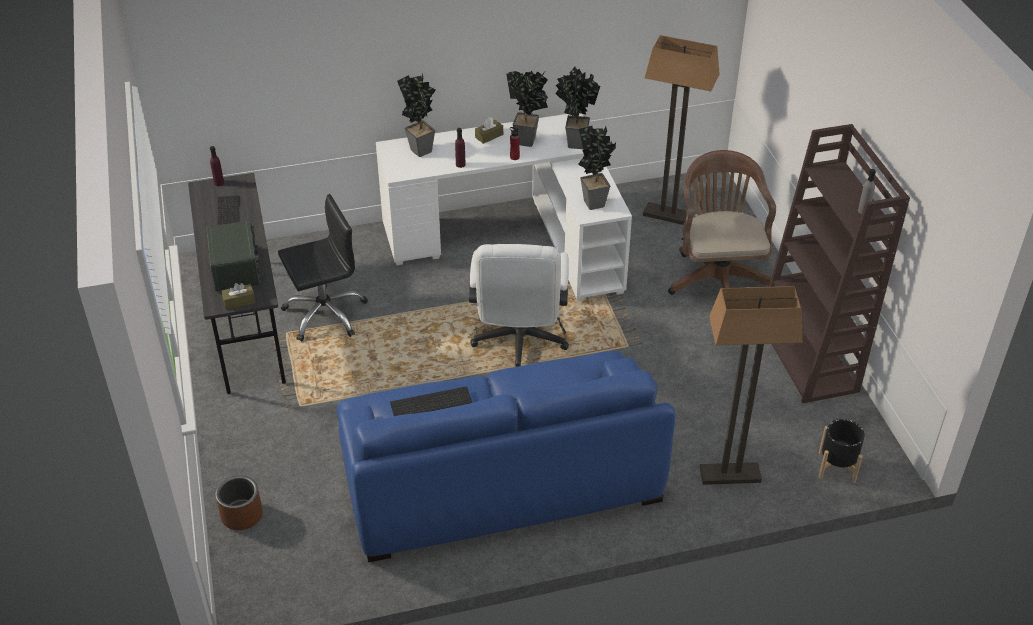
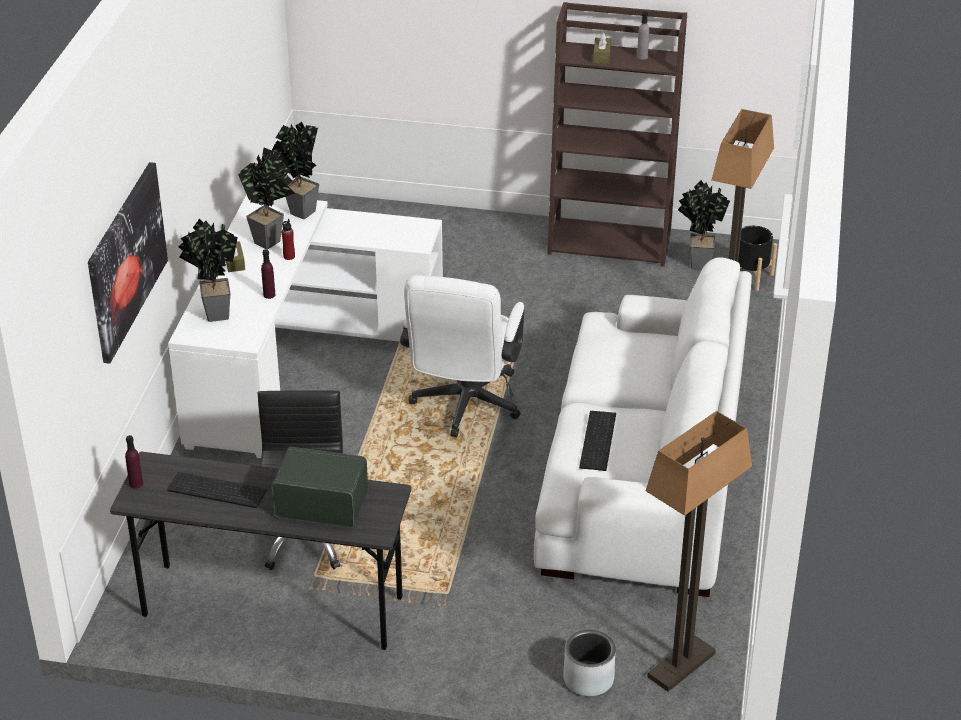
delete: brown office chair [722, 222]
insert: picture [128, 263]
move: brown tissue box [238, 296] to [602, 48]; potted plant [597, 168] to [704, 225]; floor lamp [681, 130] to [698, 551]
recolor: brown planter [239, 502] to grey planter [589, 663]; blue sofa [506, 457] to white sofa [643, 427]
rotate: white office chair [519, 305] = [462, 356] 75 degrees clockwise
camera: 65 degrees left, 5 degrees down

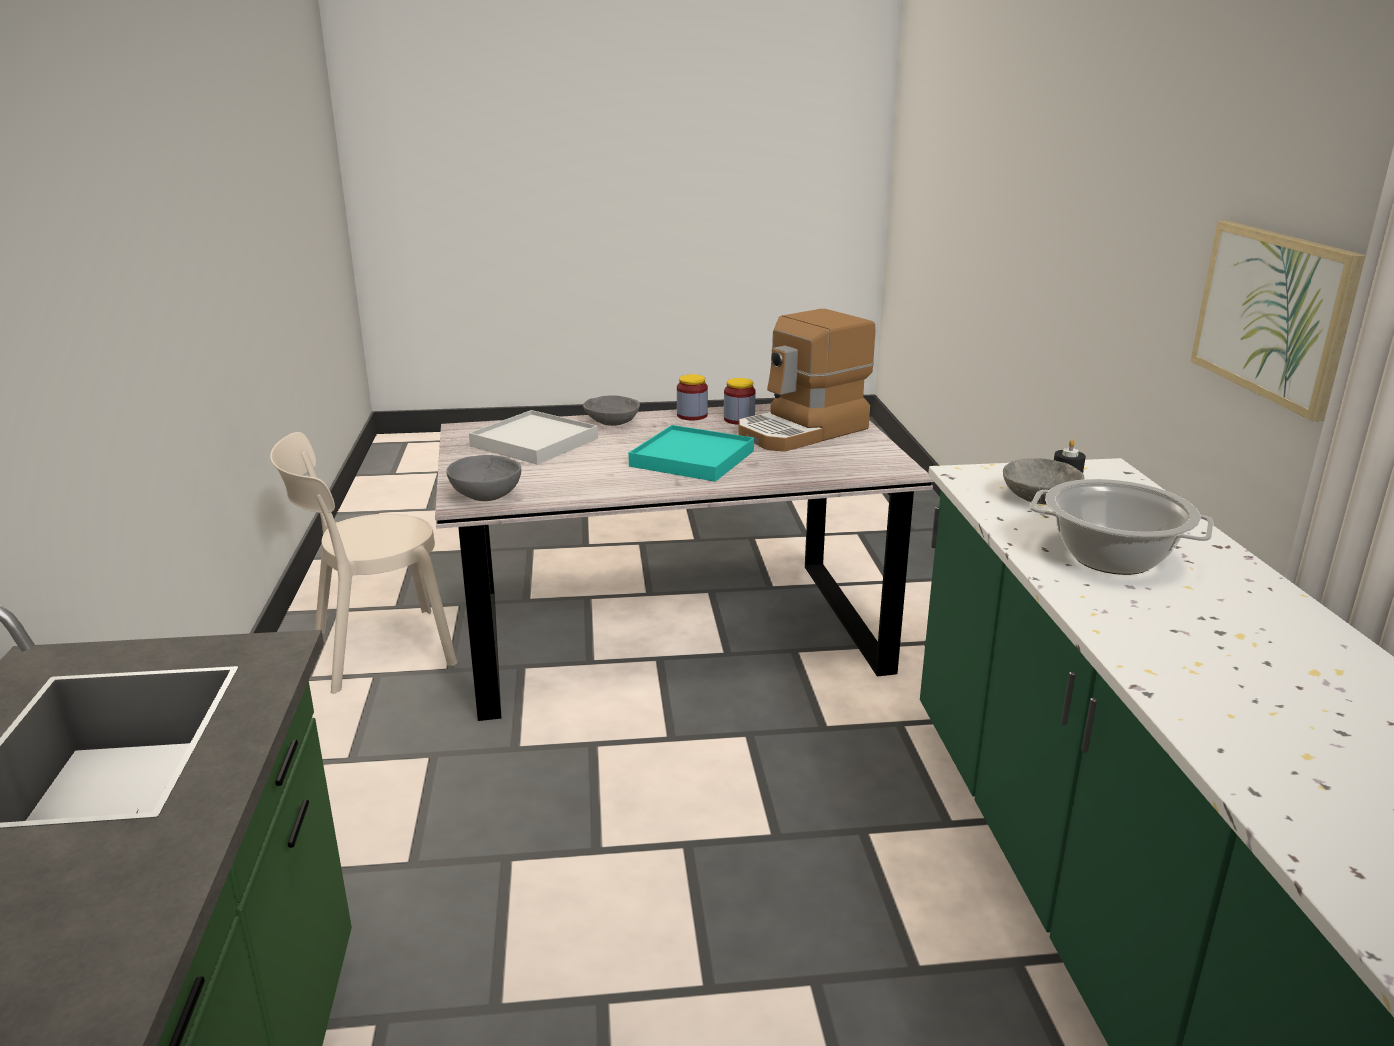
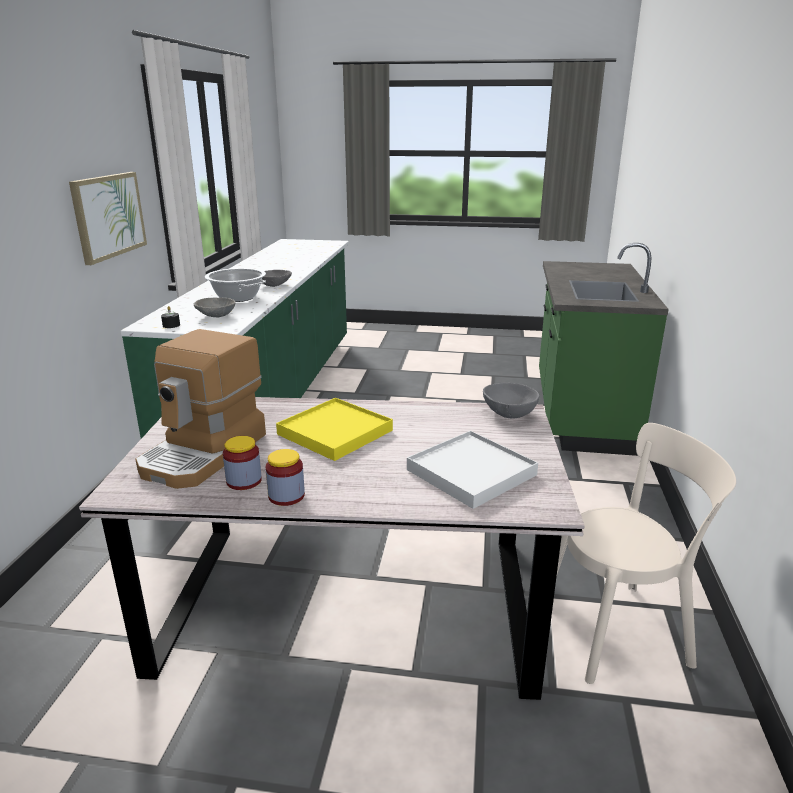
move: grey bowl [611, 410] to [276, 278]
recolor: turquoise tray [691, 453] to yellow tray [334, 429]
rotate: coffee machine [807, 380] = [200, 409] 135 degrees clockwise
camera: 165 degrees left, 0 degrees up

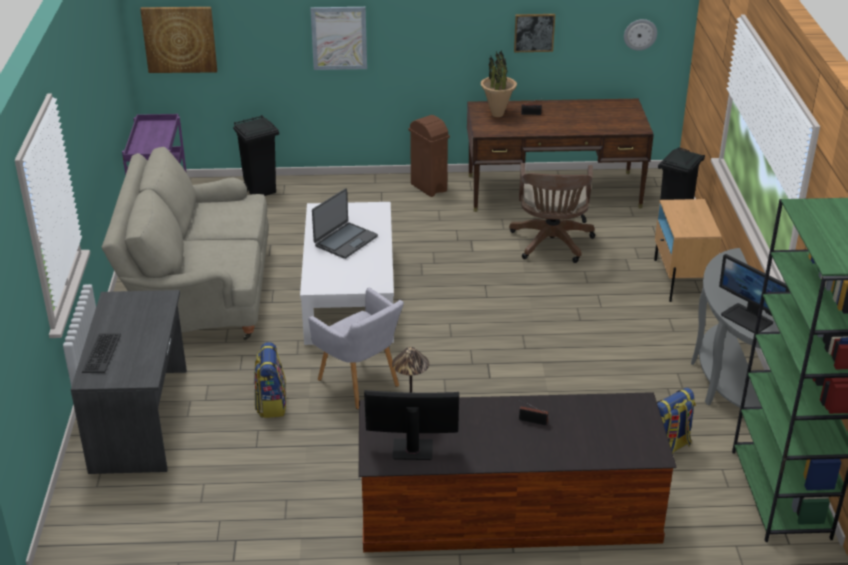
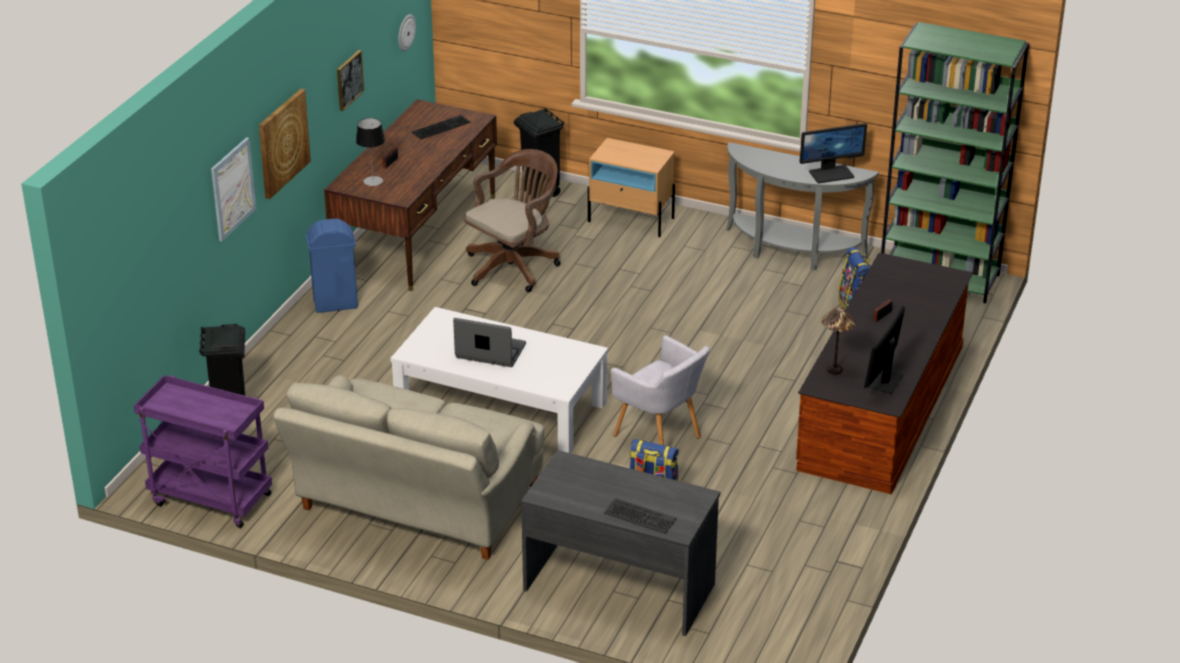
insert: keyboard [441, 127]
move: picture [178, 40] to [285, 144]
replace: potted plant [499, 84] to table lamp [370, 152]
recolor: brown trash can [429, 156] to blue trash can [332, 265]
rotate: grey armchair [356, 348] = [660, 390] 60 degrees clockwise; laptop [345, 223] = [489, 342] 45 degrees counterclockwise; brown office chair [552, 213] = [512, 220] 75 degrees counterclockwise
camera: 65 degrees left, 0 degrees up

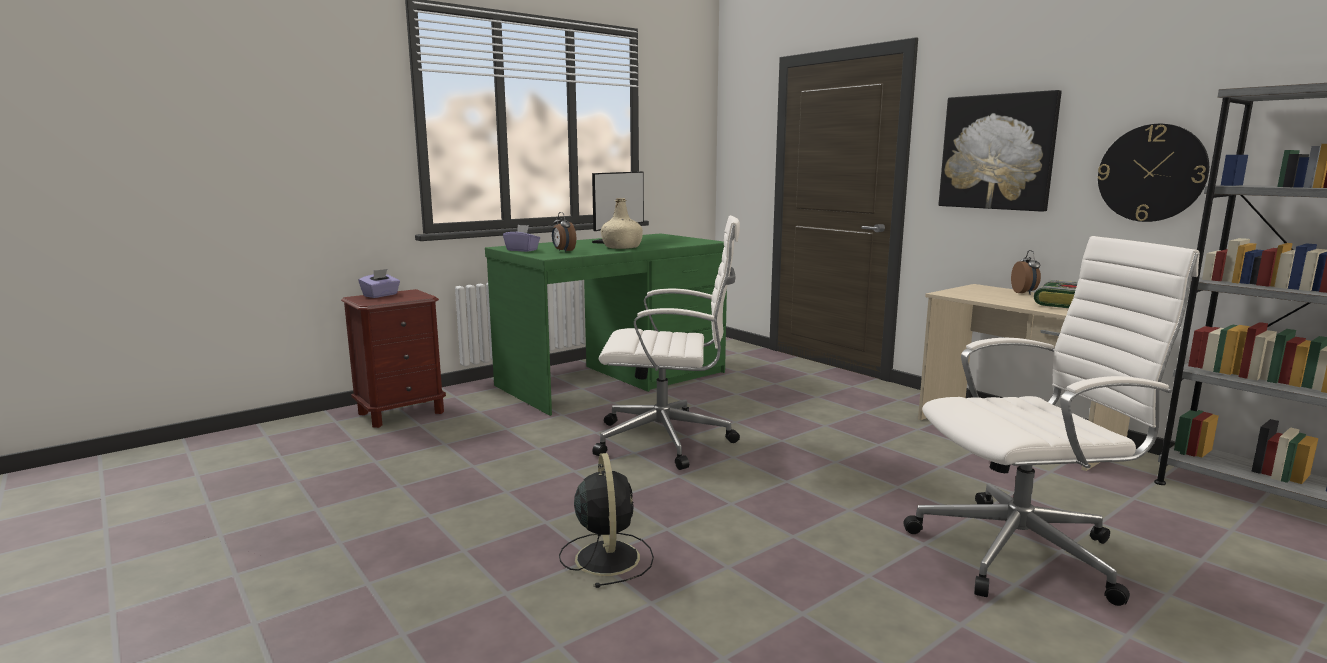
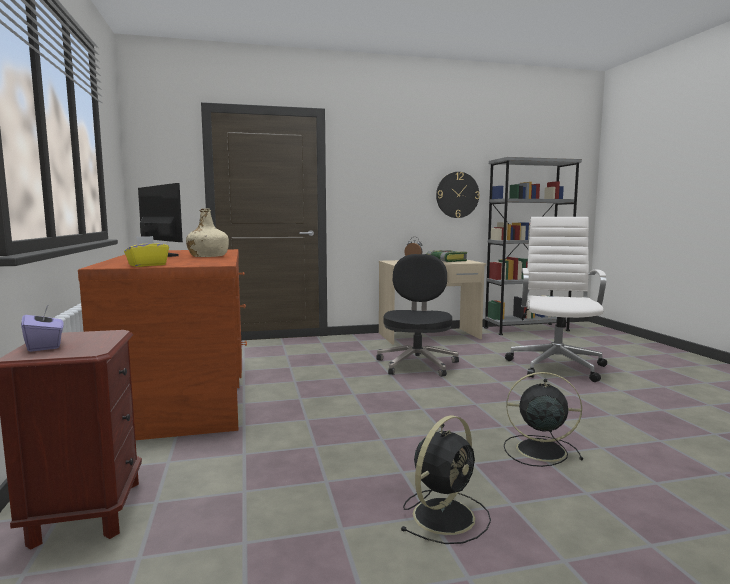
delete: alarm clock [564, 232]; white office chair [666, 342]; picture [1000, 151]
insert: black office chair [417, 315]; black fan [445, 479]
recolor: green desk [606, 324] to brown desk [162, 344]; purple tissue box [521, 238] to yellow tissue box [146, 251]
camera: 65 degrees left, 5 degrees down

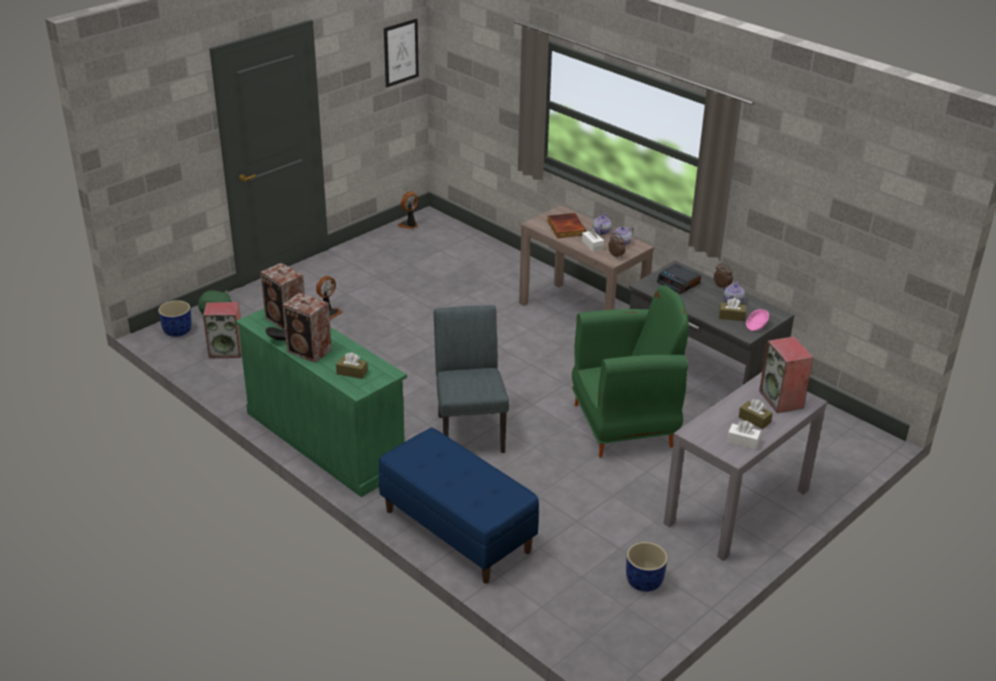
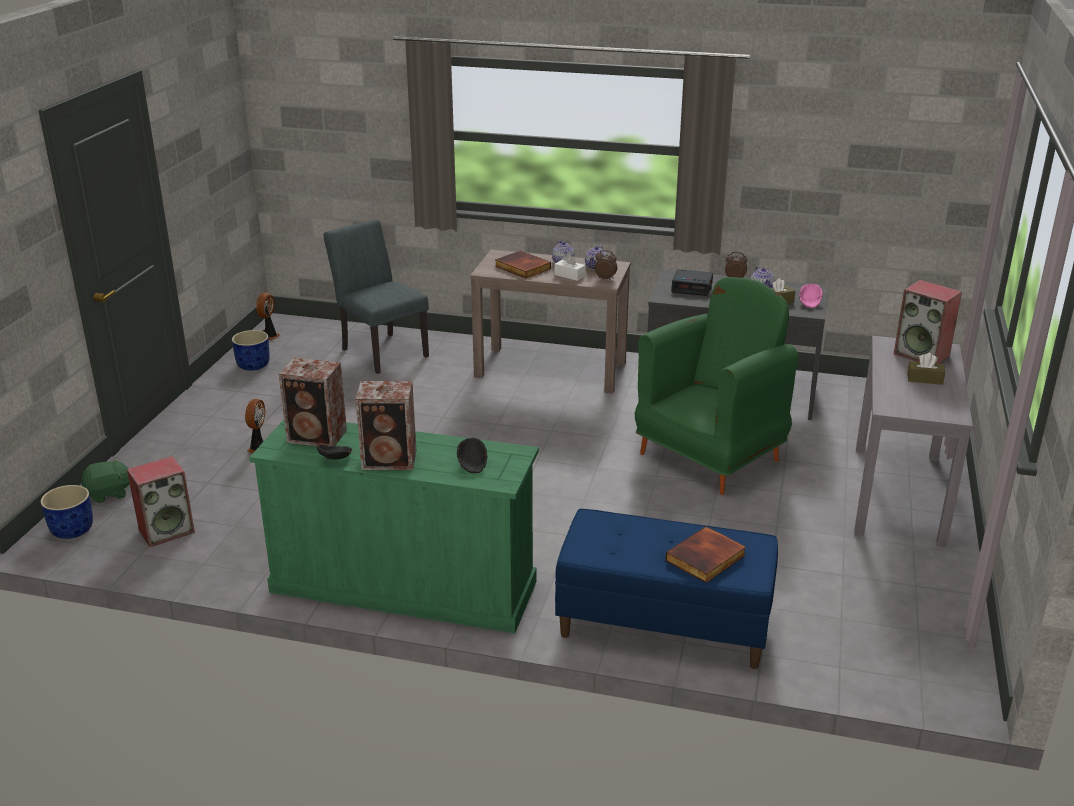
delete: picture [401, 52]; white tissue box [744, 435]
insert: book [706, 554]
move: grey chair [471, 379] to [376, 296]; blue planter [647, 567] to [251, 350]
replace: brown tissue box [352, 365] to black bowl [472, 455]
camera: 30 degrees left, 5 degrees down

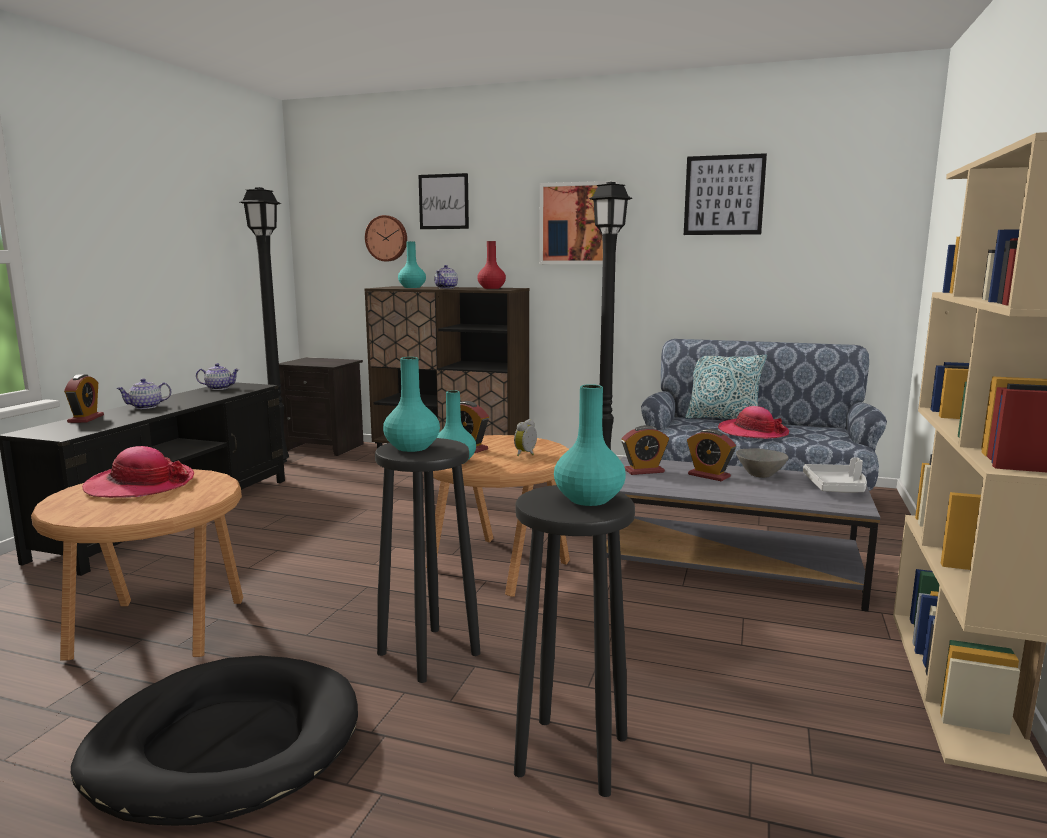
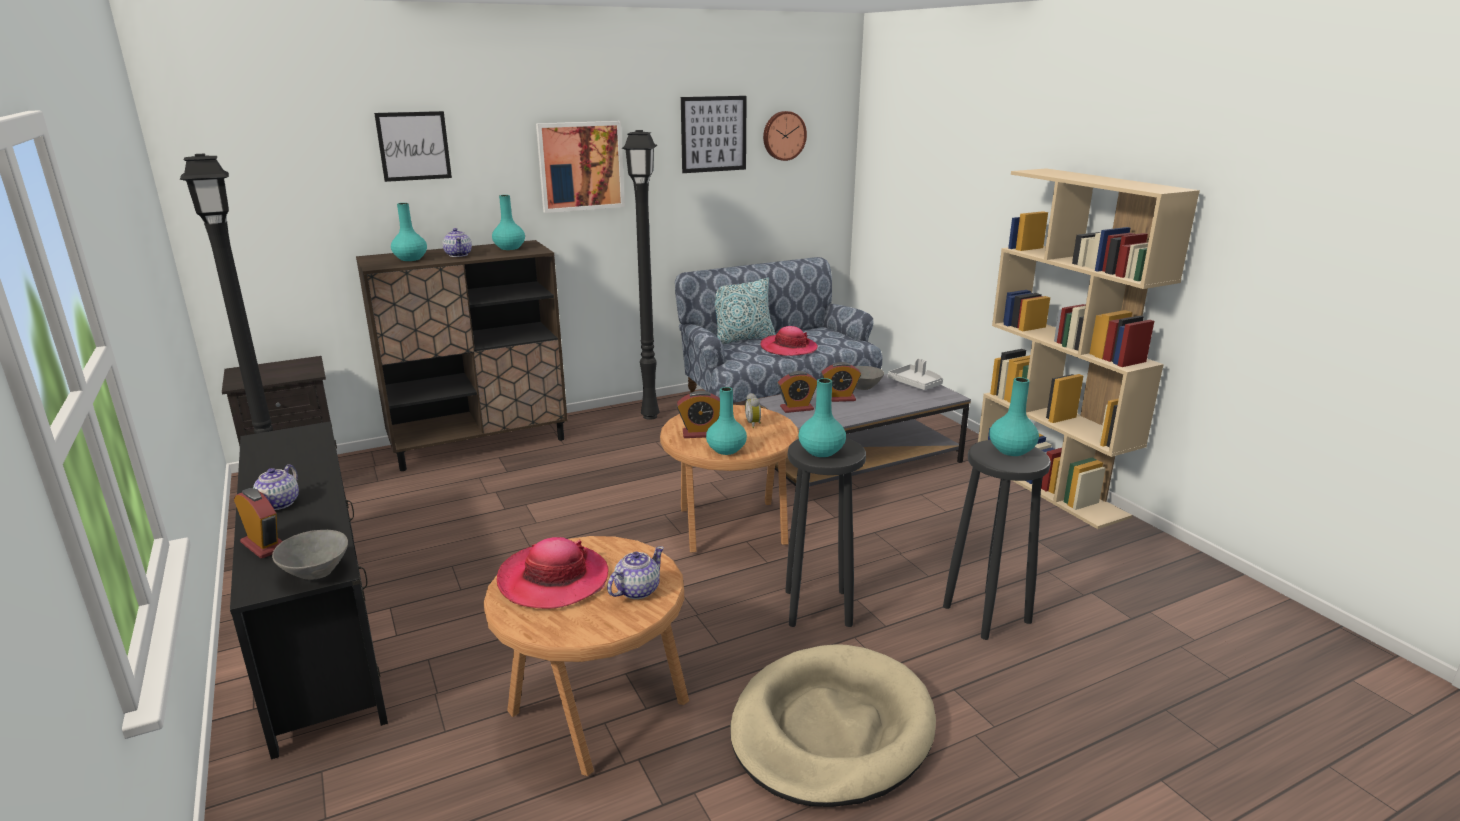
insert: grey bowl [310, 555]
move: teapot [218, 376] to [635, 572]; wall clock [386, 238] to [785, 136]
recolor: black dog bed [214, 741] to beige dog bed [833, 725]; red vase [491, 265] to turquoise vase [508, 222]
rotate: alarm clock [645, 450] = [797, 392] 45 degrees clockwise
camera: 45 degrees left, 10 degrees up

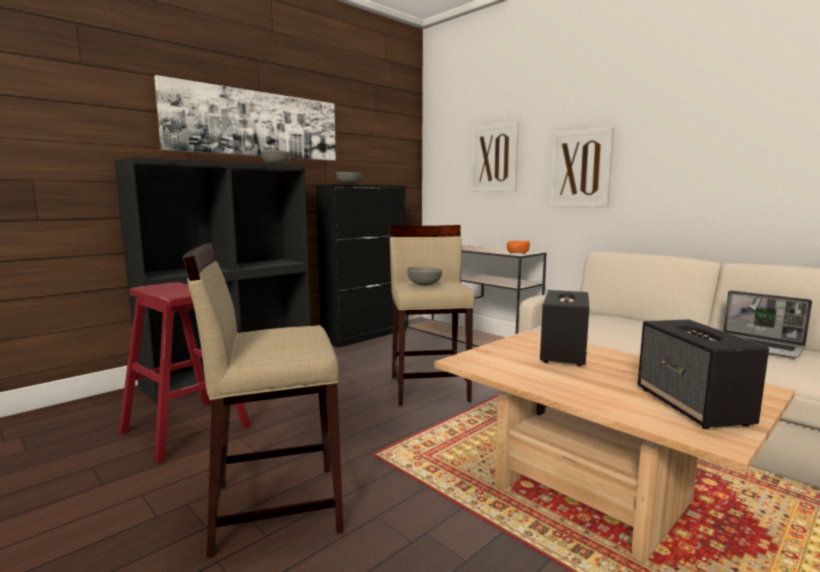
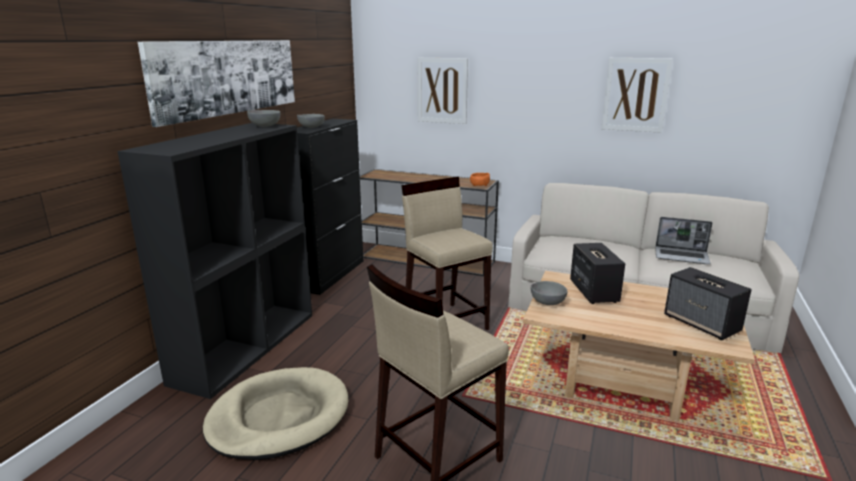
move: grey bowl [424, 276] to [549, 293]; picture [582, 167] to [637, 95]
replace: red stool [185, 372] to beige dog bed [275, 413]
camera: 25 degrees left, 10 degrees up

